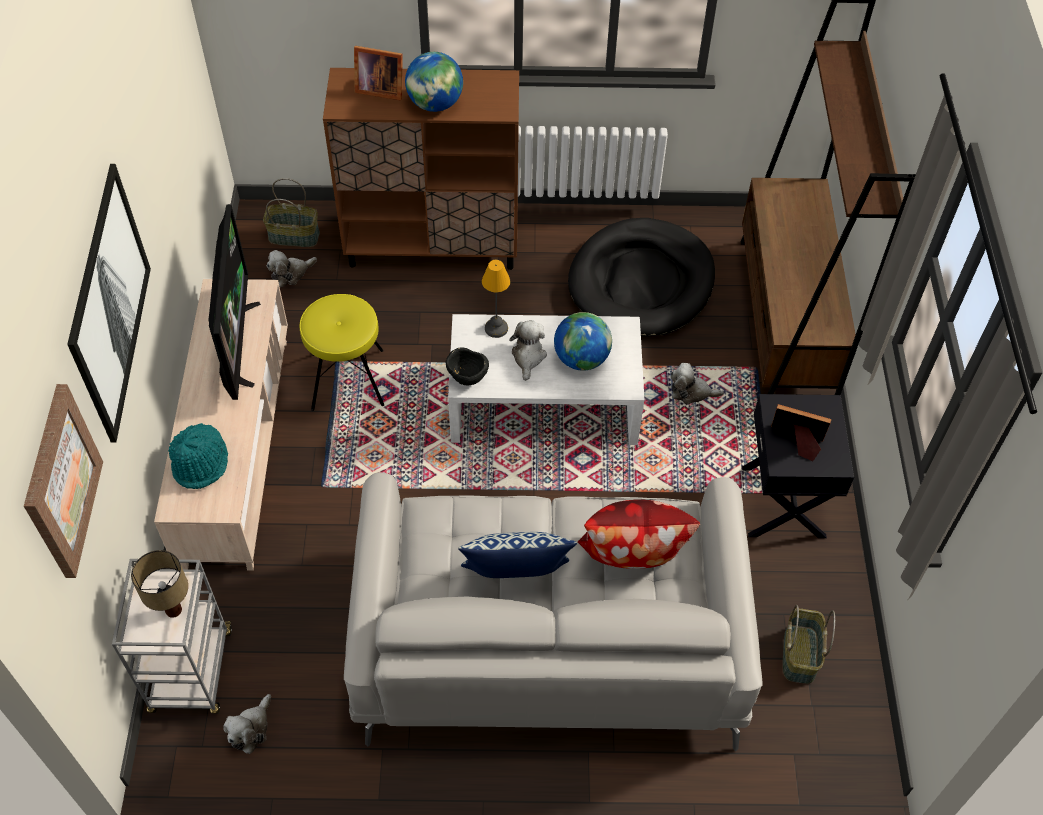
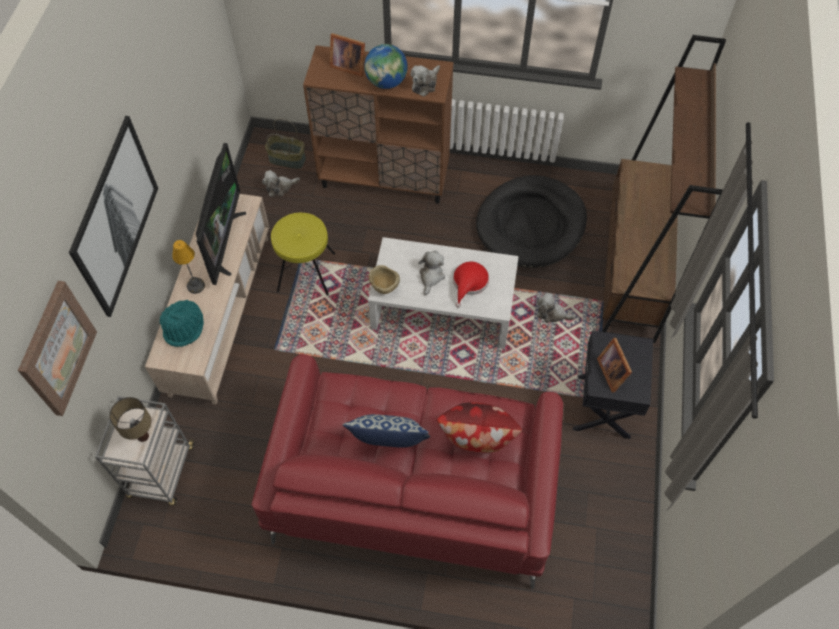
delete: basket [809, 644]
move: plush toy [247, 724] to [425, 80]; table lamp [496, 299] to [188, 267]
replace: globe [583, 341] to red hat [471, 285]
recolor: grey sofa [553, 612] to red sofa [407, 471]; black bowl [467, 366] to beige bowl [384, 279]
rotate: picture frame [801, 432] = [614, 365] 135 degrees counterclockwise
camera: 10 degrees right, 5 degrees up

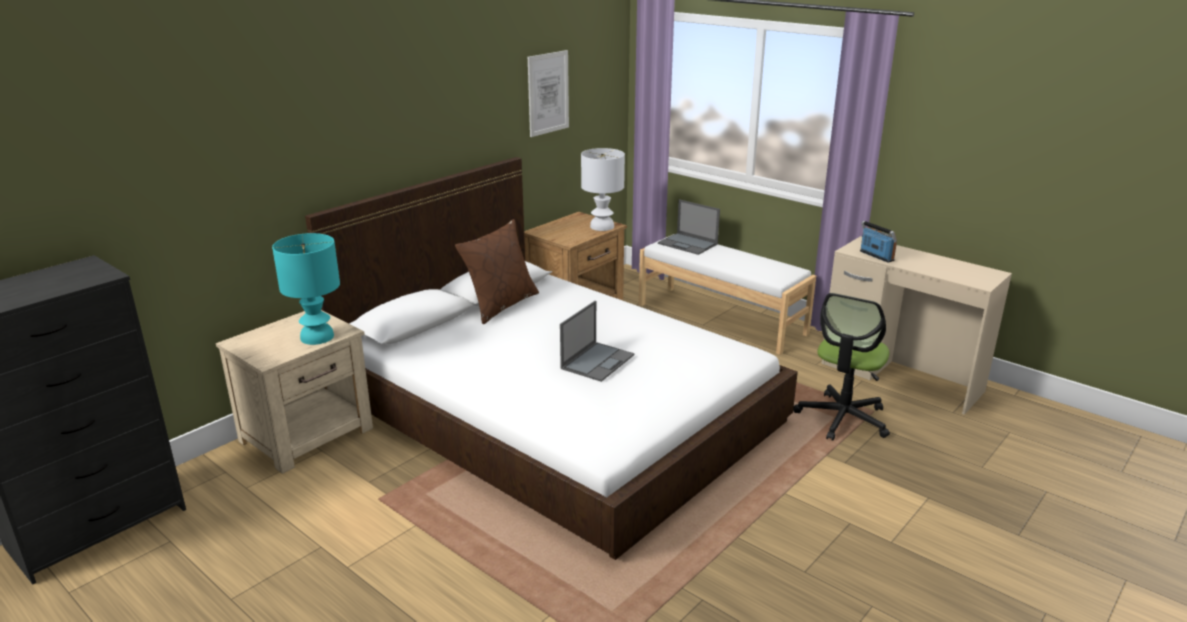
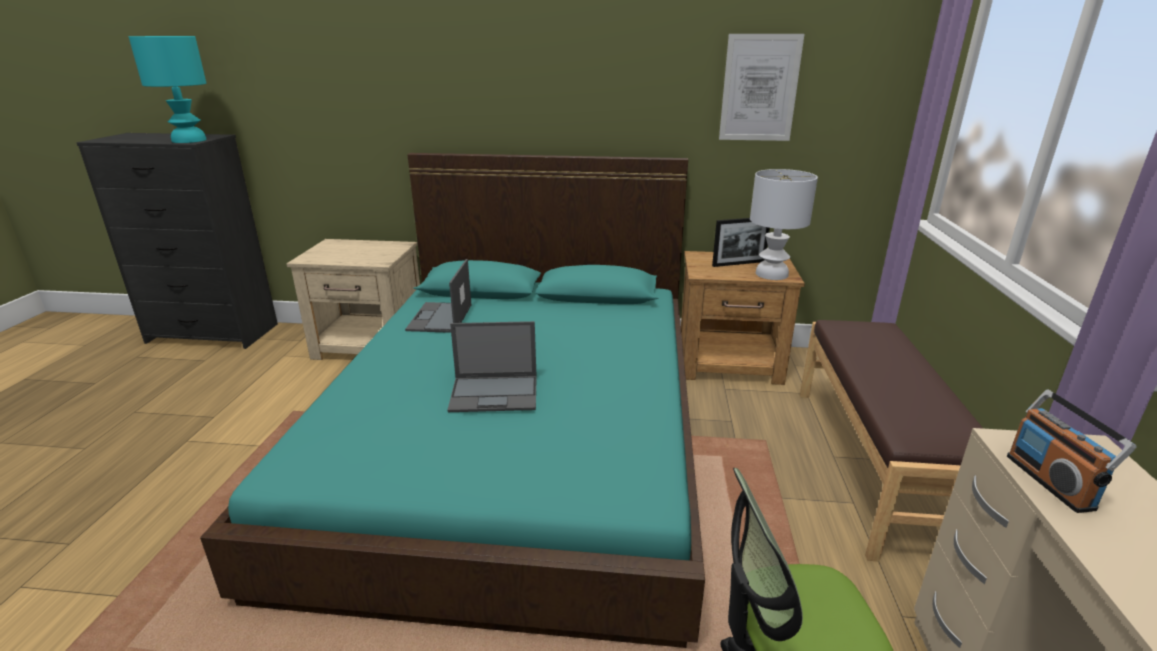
delete: brown pillow [497, 271]
insert: picture frame [741, 242]
move: turquoise table lamp [306, 289] to [168, 89]; laptop [689, 227] to [438, 296]
recolor: white bed [551, 358] to turquoise bed [452, 400]; white bench [727, 294] to brown bench [891, 441]
rotate: radio [878, 242] = [1072, 451] 150 degrees clockwise
camera: 55 degrees right, 0 degrees up

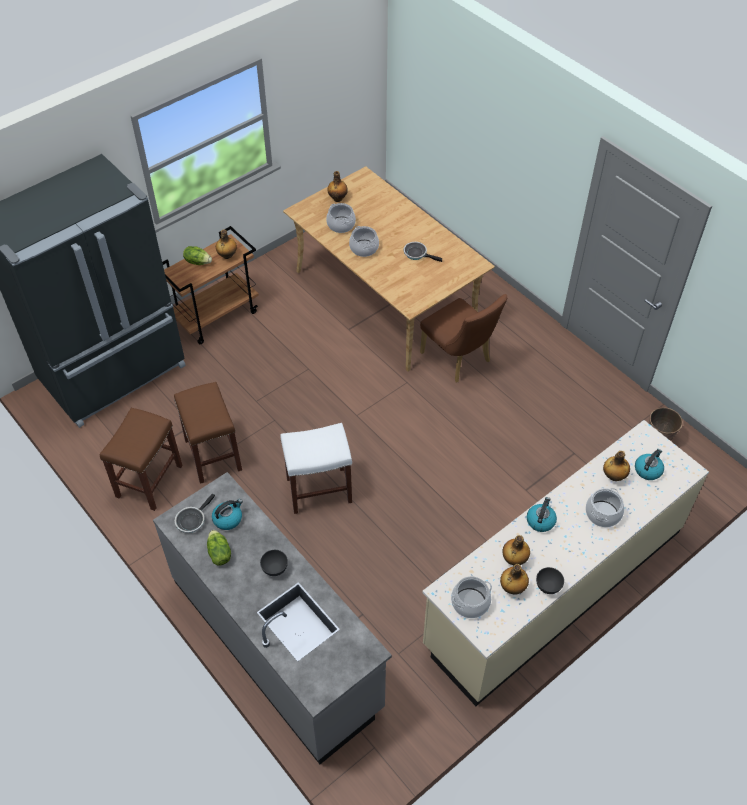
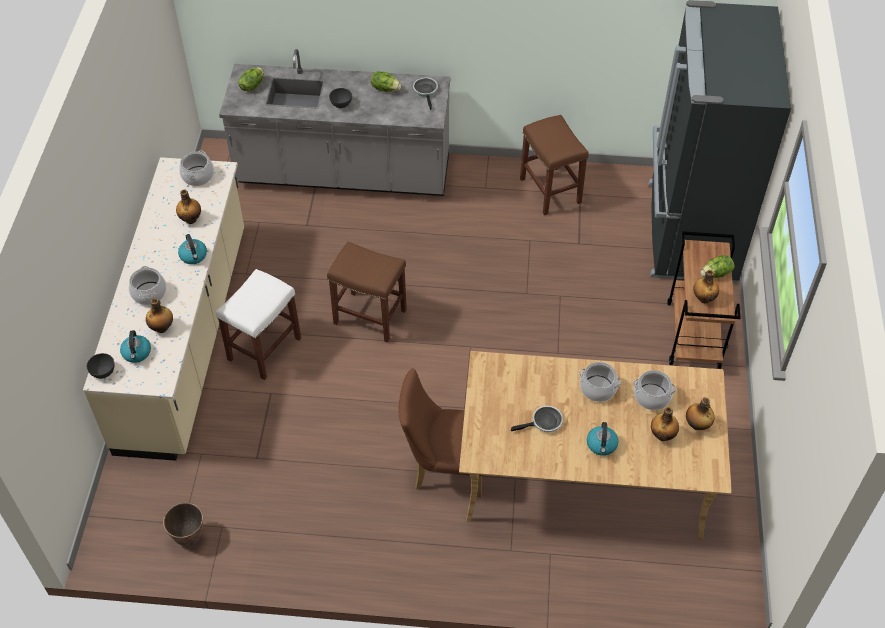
insert: lettuce [251, 79]
move: brown stool [208, 433] to [367, 292]; kettle [227, 514] to [602, 439]; white stool [316, 468] to [258, 324]; bottle [514, 579] to [665, 424]; grey bowl [550, 580] to [101, 366]
camera: 135 degrees right, 0 degrees up

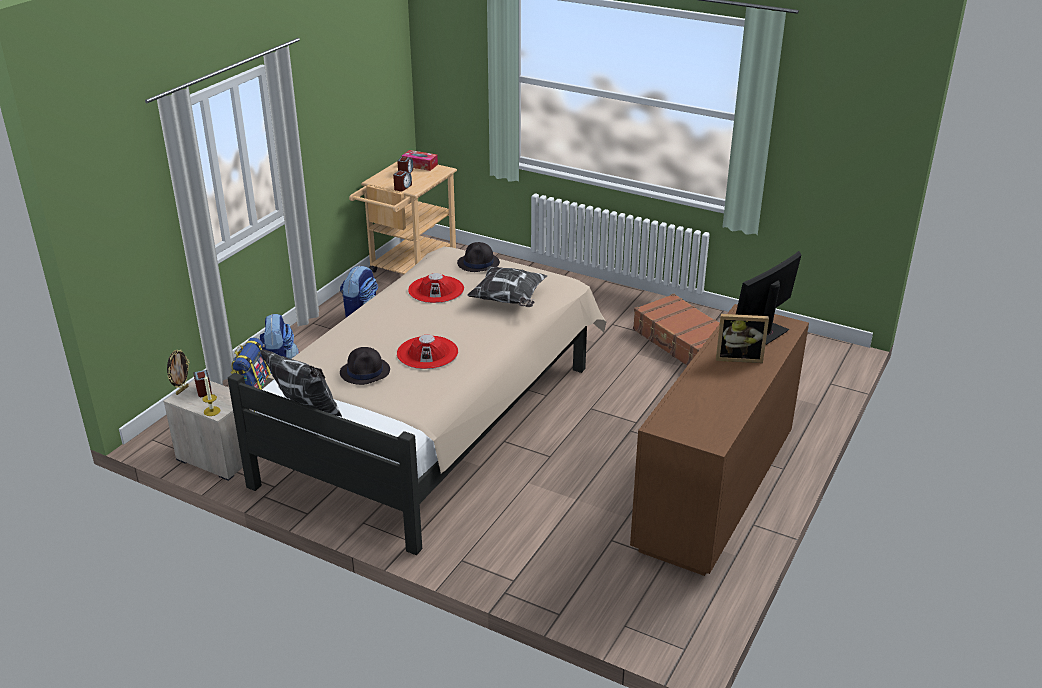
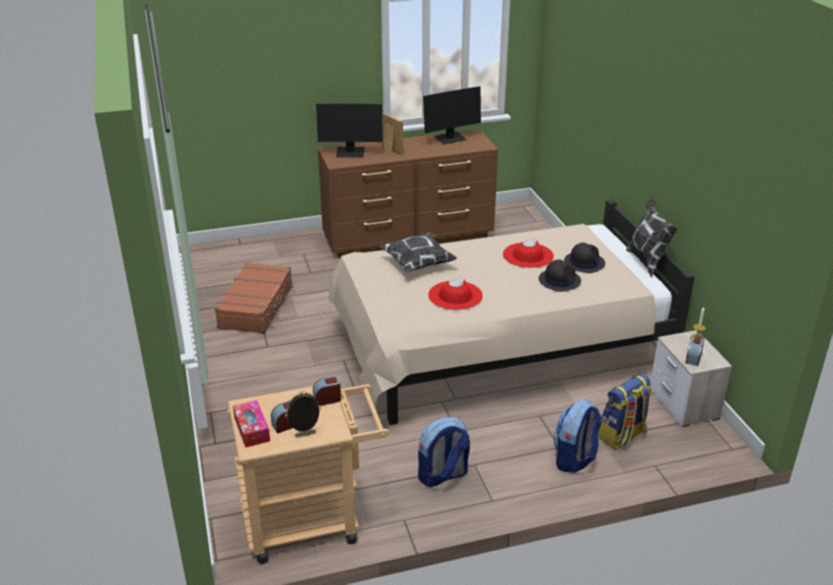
insert: monitor [452, 115]
move: picture frame [178, 372] to [303, 414]; black hat [478, 257] to [560, 276]
camera: 135 degrees left, 0 degrees up

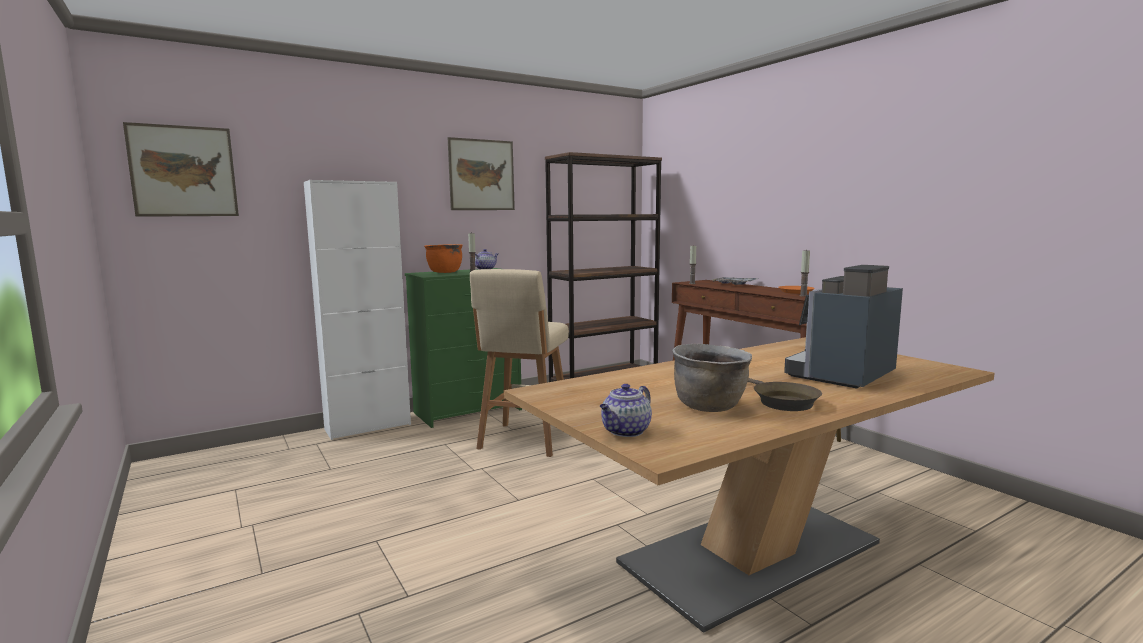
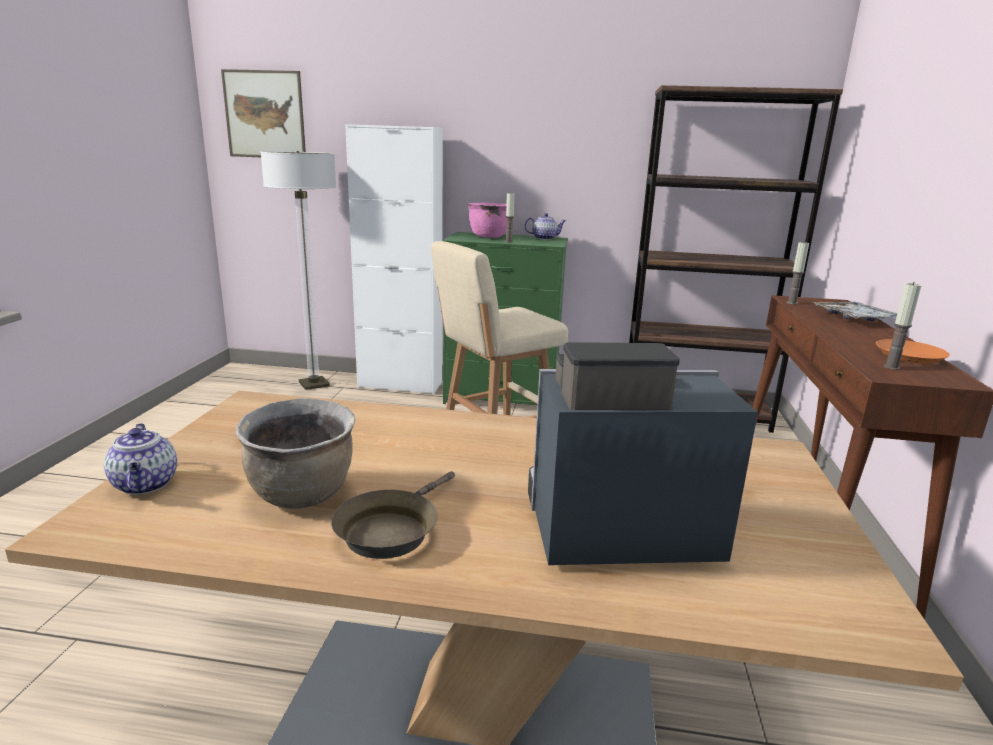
delete: picture [481, 173]
insert: floor lamp [298, 270]
recolor: orange cooking pot [443, 258] to pink cooking pot [487, 220]
rotate: teapot [626, 410] = [140, 459] 105 degrees counterclockwise
camera: 40 degrees right, 10 degrees up

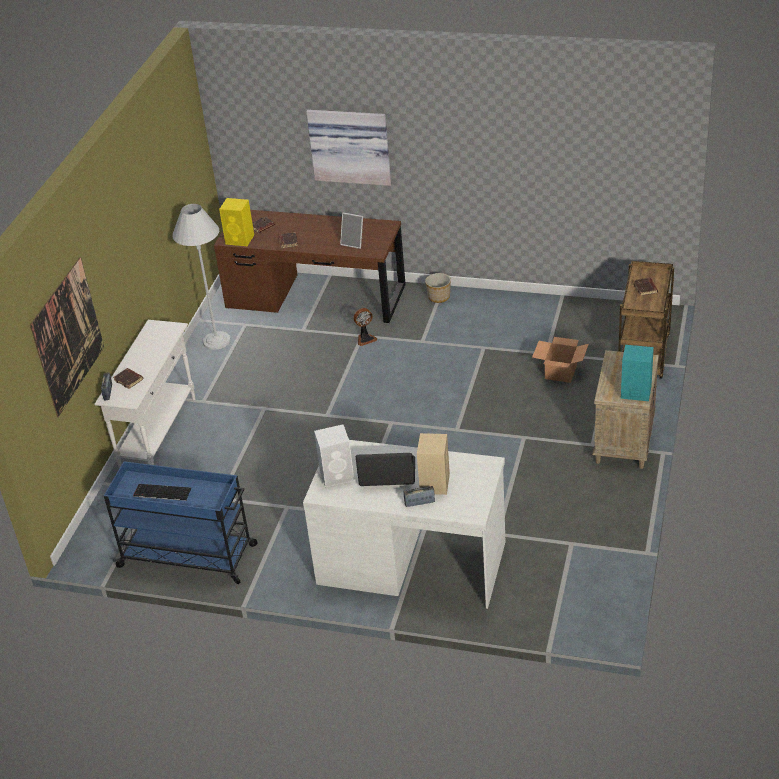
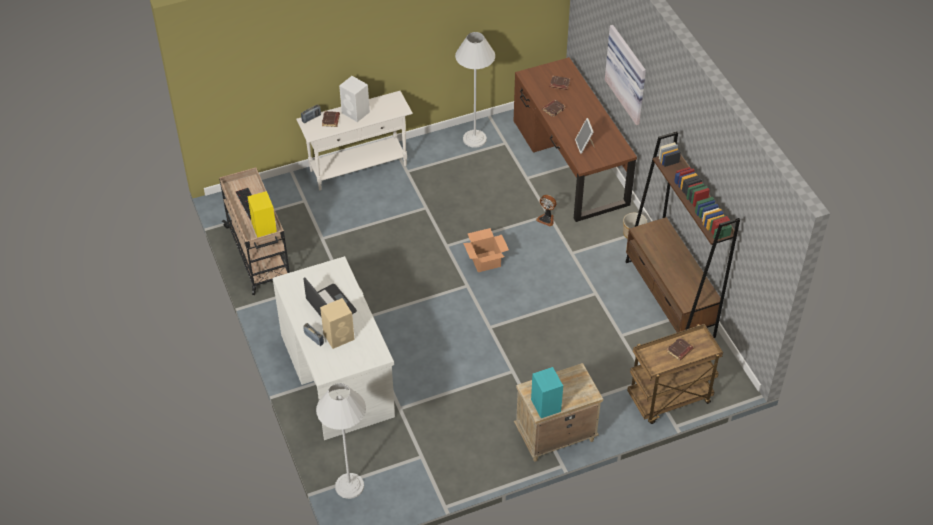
delete: picture [67, 337]
insert: white floor lamp [341, 441]; brown bookcase [683, 234]
move: yellow speaker [236, 222] to [262, 214]; white speaker [334, 455] to [354, 99]; cardboard box [560, 360] to [486, 250]
recolor: blue cart [181, 522] to beige cart [254, 231]
camera: 50 degrees right, 10 degrees up

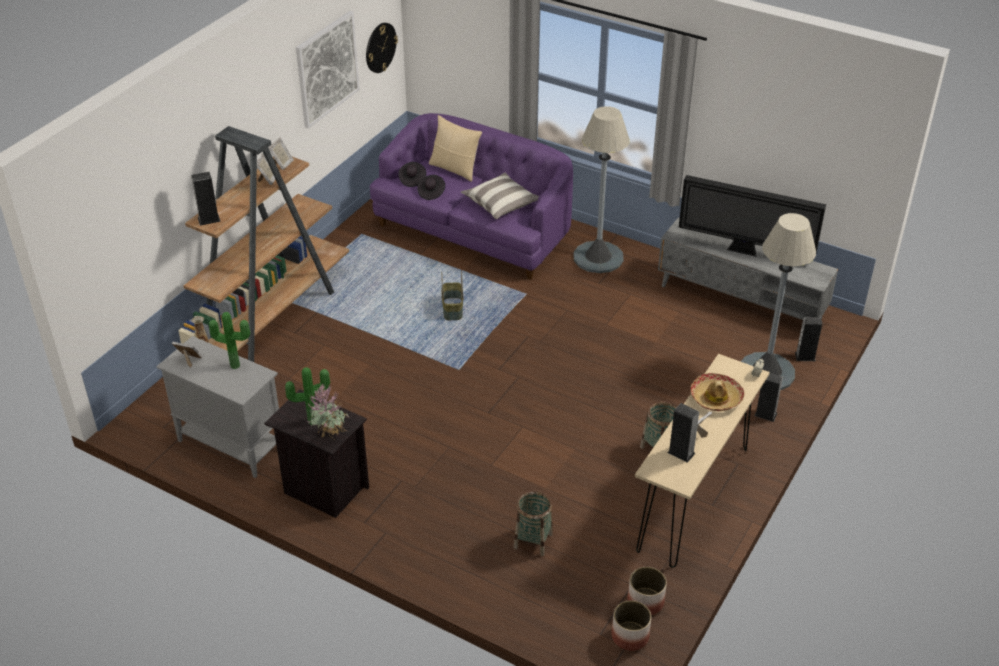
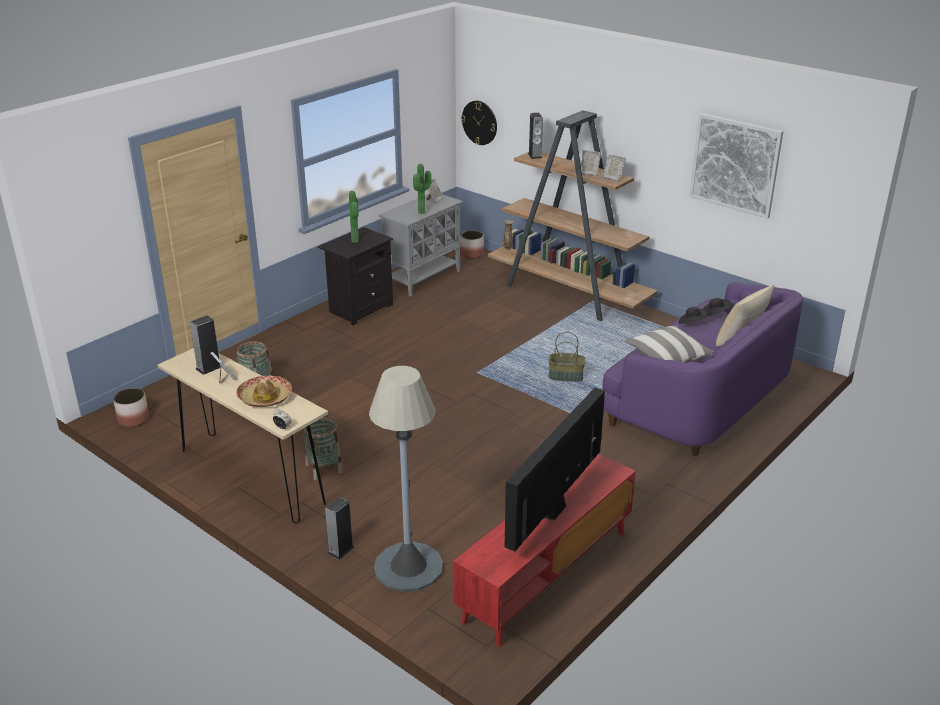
delete: potted plant [328, 410]; grey floor lamp [601, 189]; speaker [808, 339]
move: wall clock [382, 48] to [479, 123]; planter [647, 591] to [472, 245]
recolor: grey tv stand [748, 268] to red tv stand [544, 550]
camera: 100 degrees right, 10 degrees down

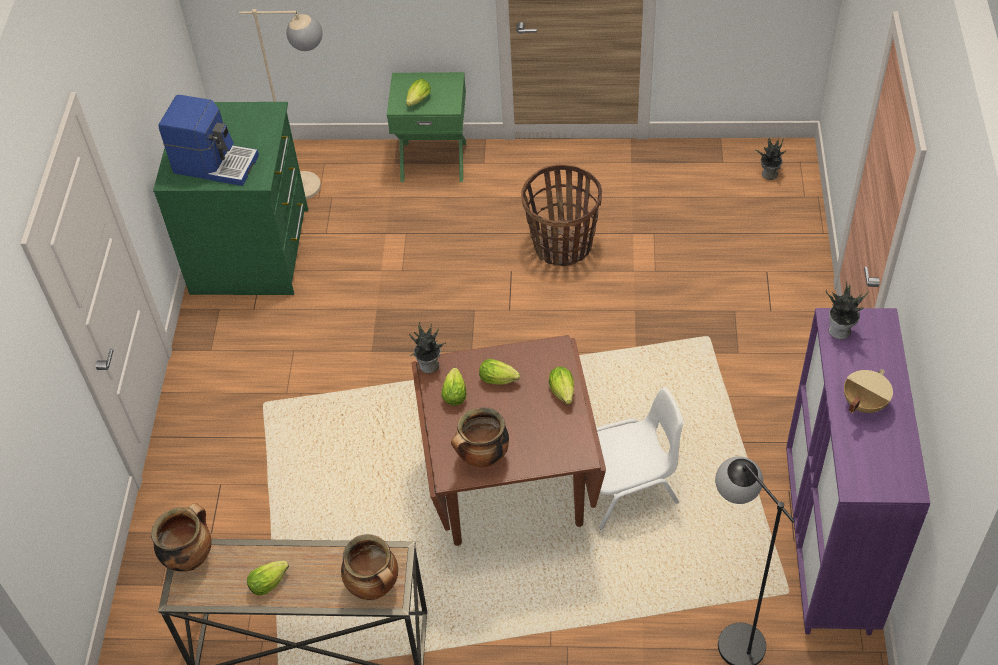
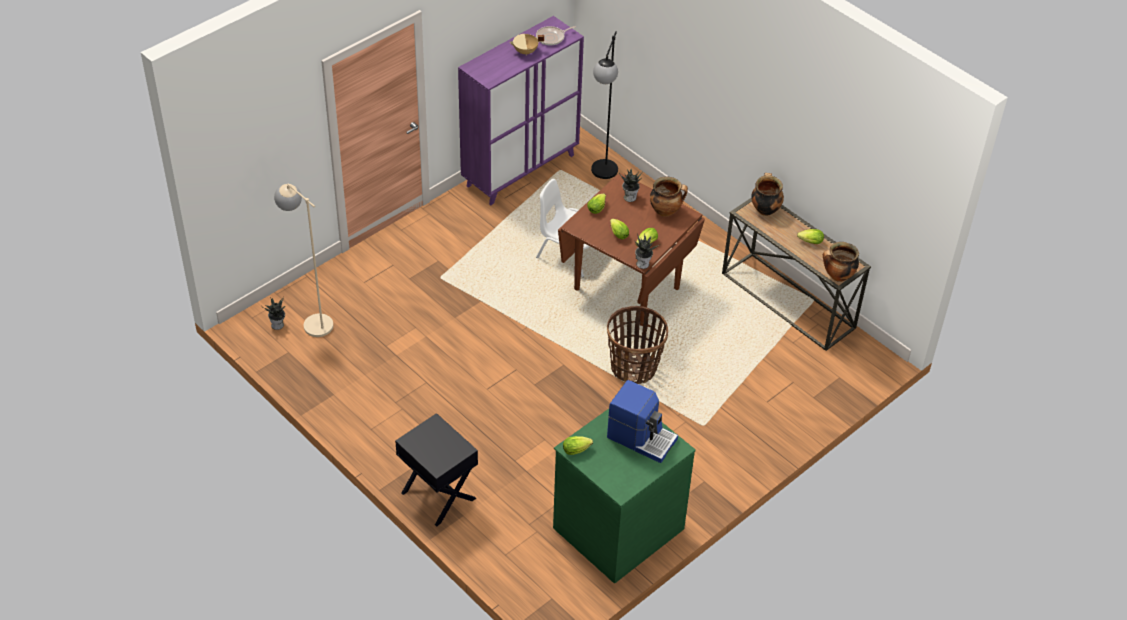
insert: frying pan [556, 35]
move: beige floor lamp [281, 104] to [303, 260]; lettuce [418, 92] to [578, 445]; basket [561, 215] to [637, 345]; potted plant [847, 311] to [630, 185]
recolor: green nightstand [426, 127] to black nightstand [436, 470]
rotate: coffee machine [209, 140] = [642, 421] 150 degrees clockwise
camera: 140 degrees left, 5 degrees down

